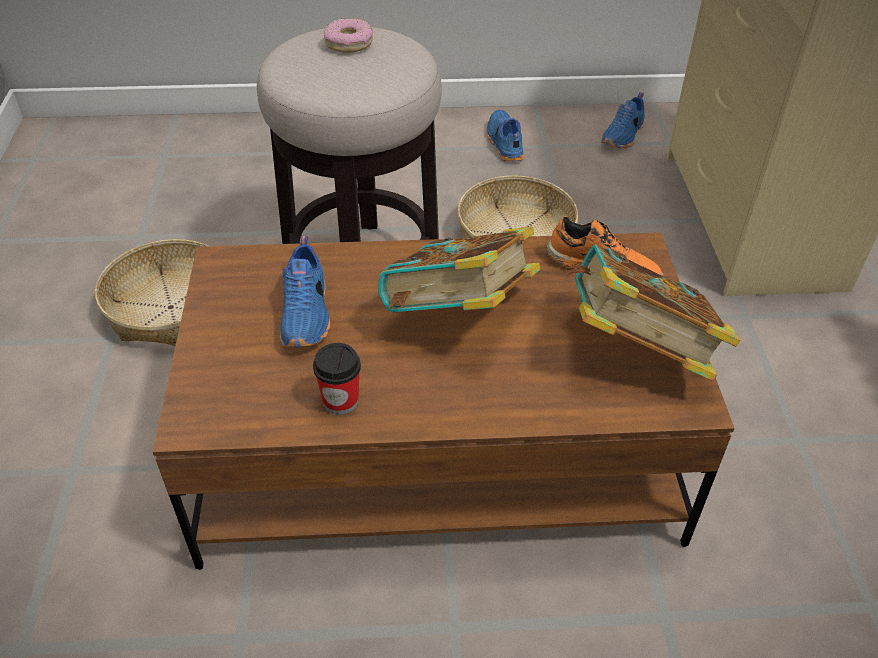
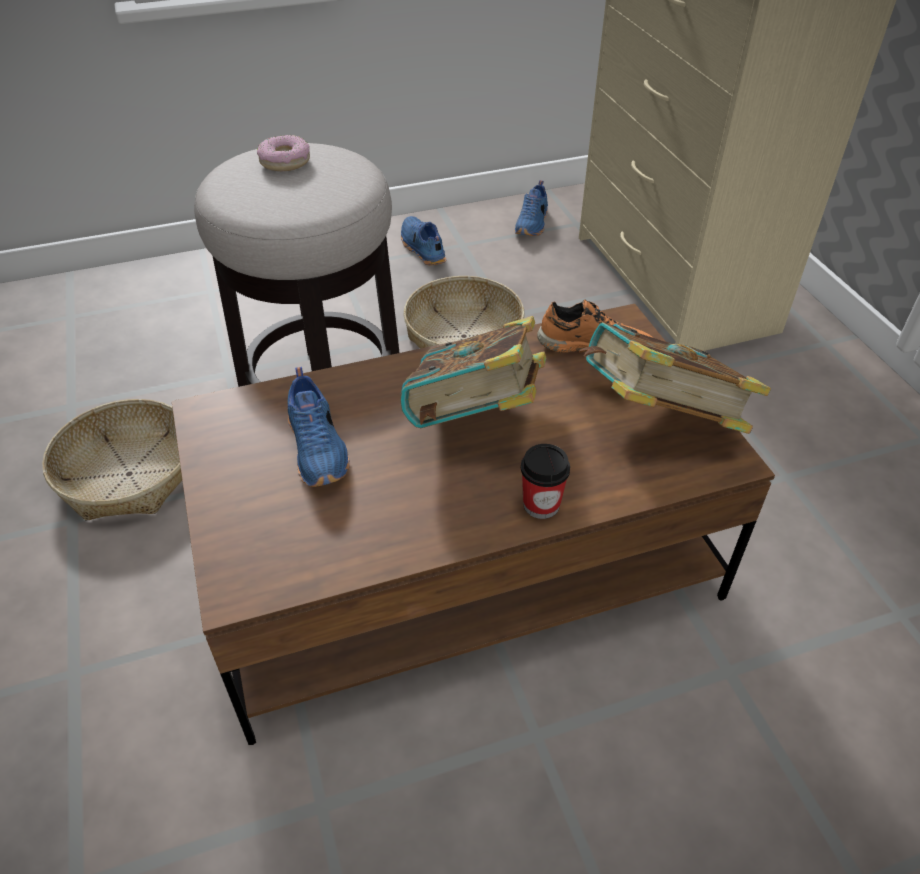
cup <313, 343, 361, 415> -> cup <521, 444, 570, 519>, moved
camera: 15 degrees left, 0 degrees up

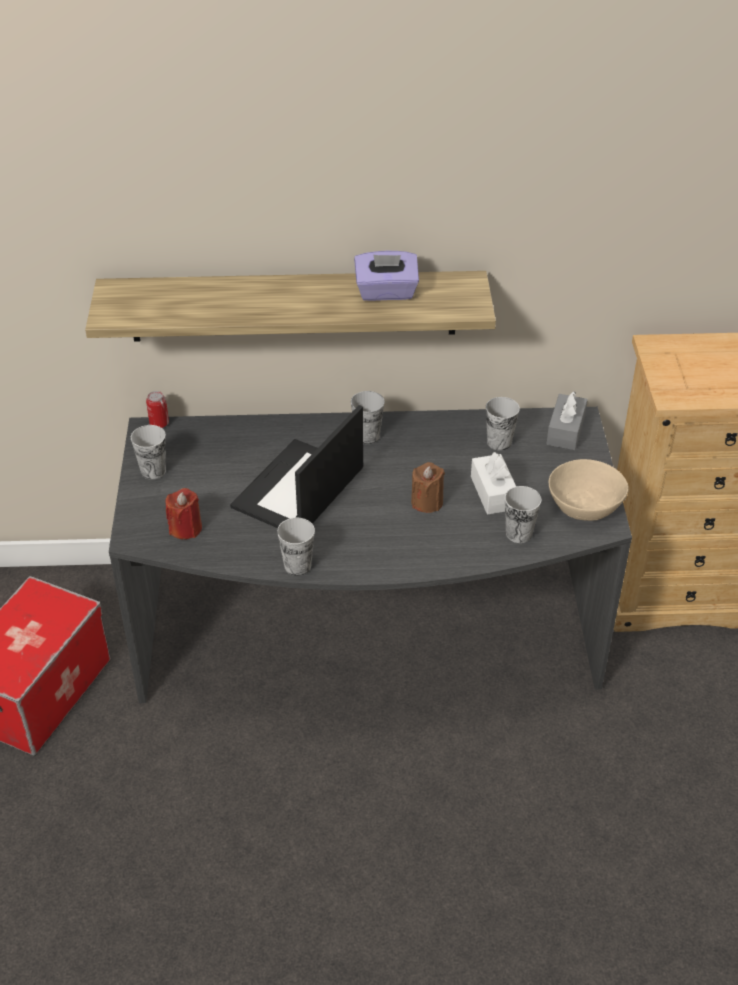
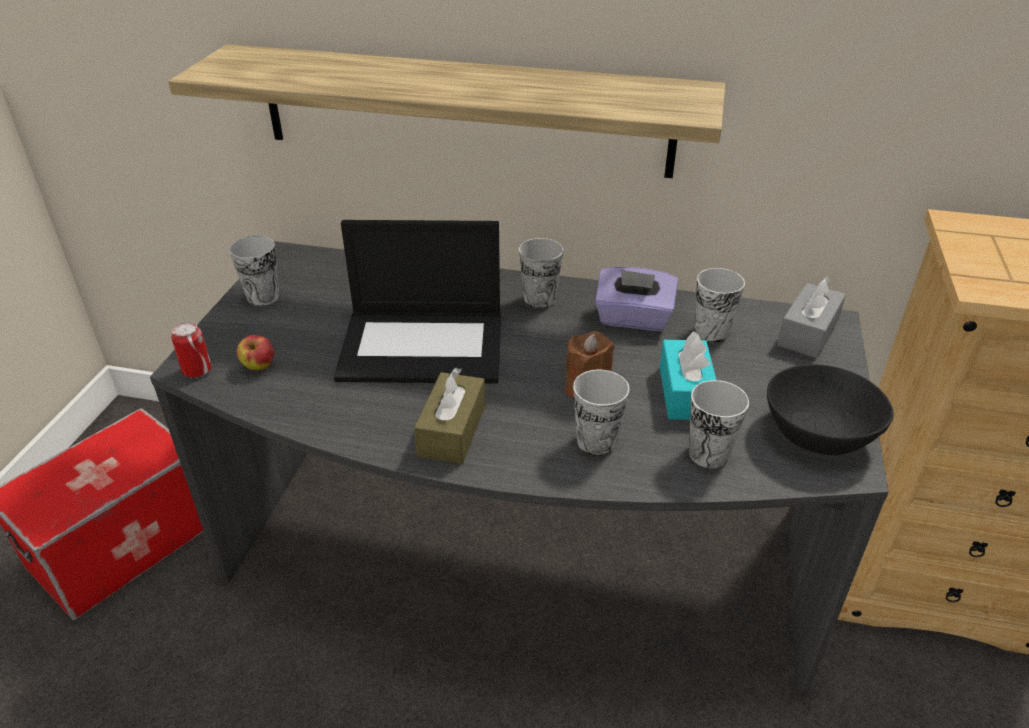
none -> brown tissue box <414, 367, 485, 464>
can <146, 391, 169, 428> -> can <171, 322, 212, 378>, moved
cup <277, 518, 315, 576> -> cup <573, 370, 630, 456>, moved
purple tissue box <354, 251, 419, 301> -> purple tissue box <595, 267, 678, 331>, moved
red candle <166, 488, 202, 539> -> apple <237, 335, 274, 370>
white tissue box <471, 452, 516, 514> -> turquoise tissue box <660, 331, 716, 420>
beige bowl <549, 459, 629, 521> -> black bowl <767, 364, 893, 455>
laptop <230, 405, 363, 528> -> laptop <334, 220, 501, 384>, 135 degrees counterclockwise
camera: 15 degrees right, 5 degrees down

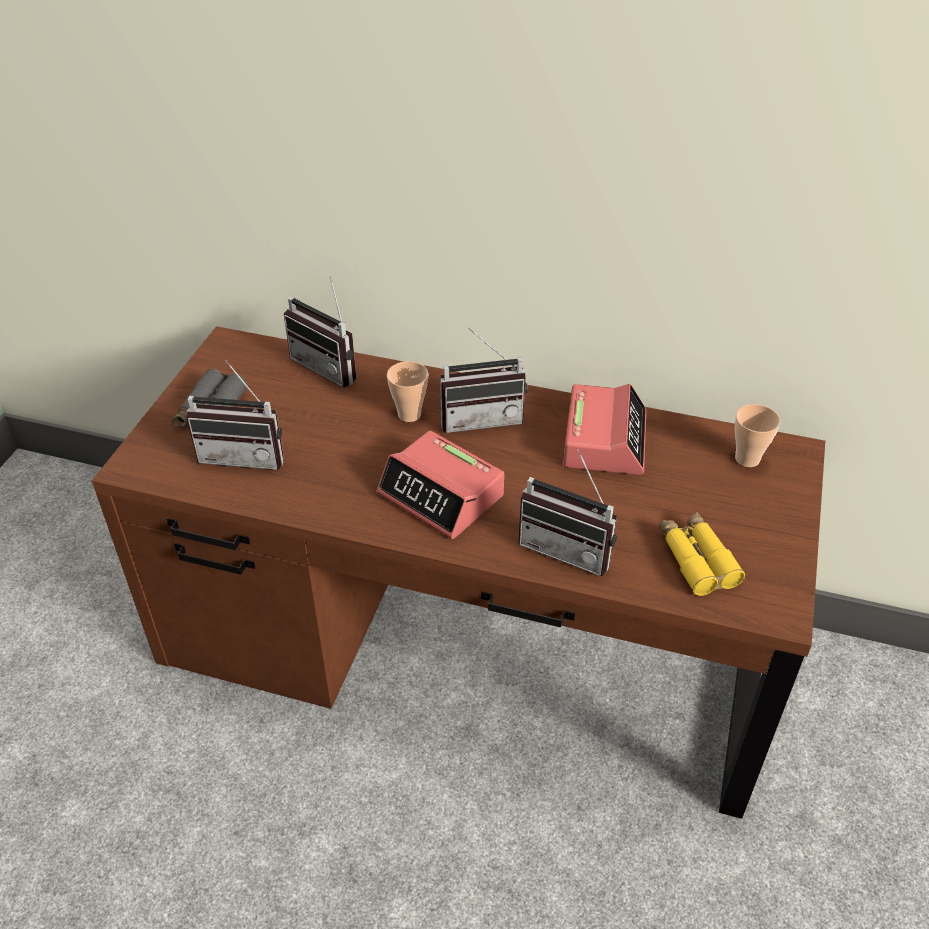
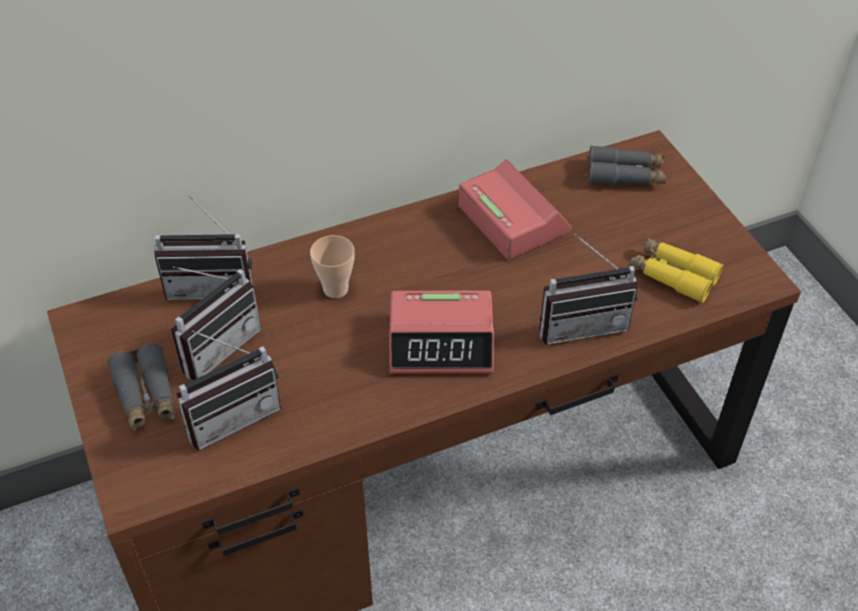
radio <440, 327, 528, 433> -> radio <171, 266, 261, 380>, moved
cup <735, 404, 781, 467> -> grey binoculars <588, 146, 667, 185>
camera: 40 degrees left, 5 degrees up

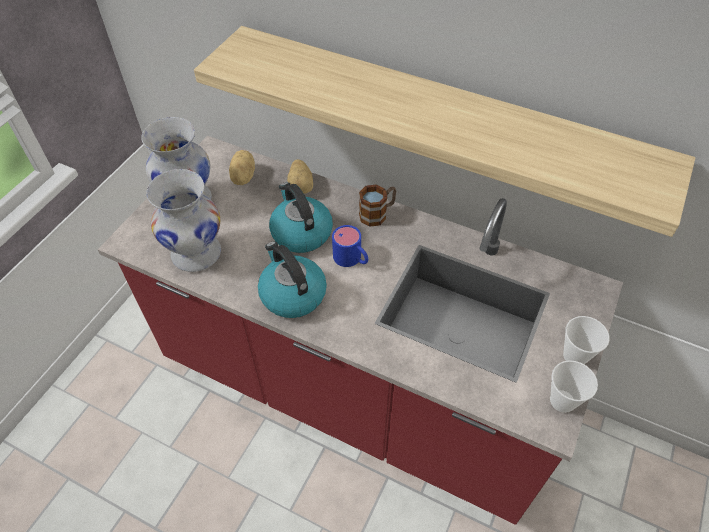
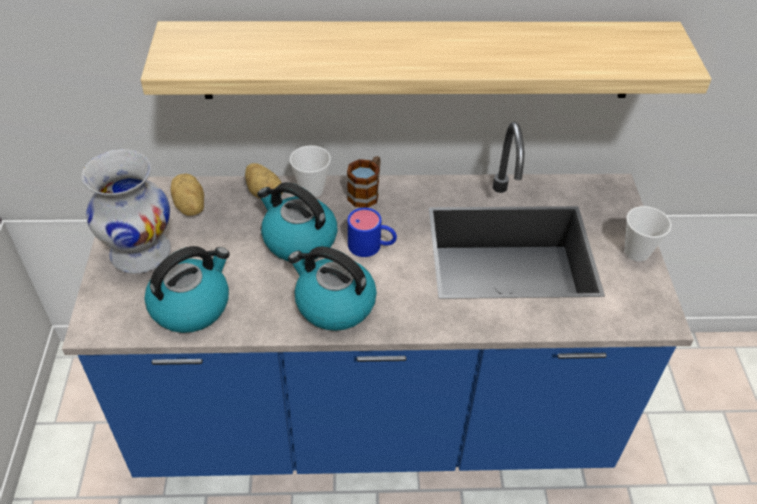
cup <550, 360, 598, 413> -> cup <290, 145, 331, 198>, moved
white vase <147, 169, 221, 272> -> kettle <145, 246, 230, 333>
red counter <98, 136, 623, 525> -> blue counter <62, 122, 694, 477>
camera: 30 degrees left, 5 degrees down

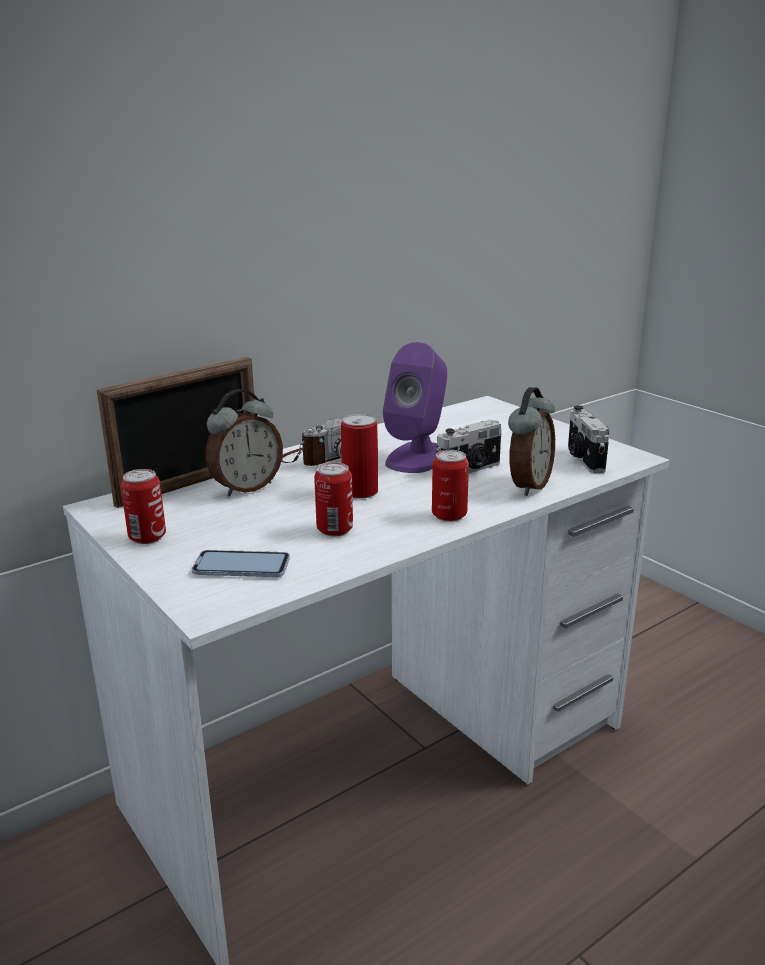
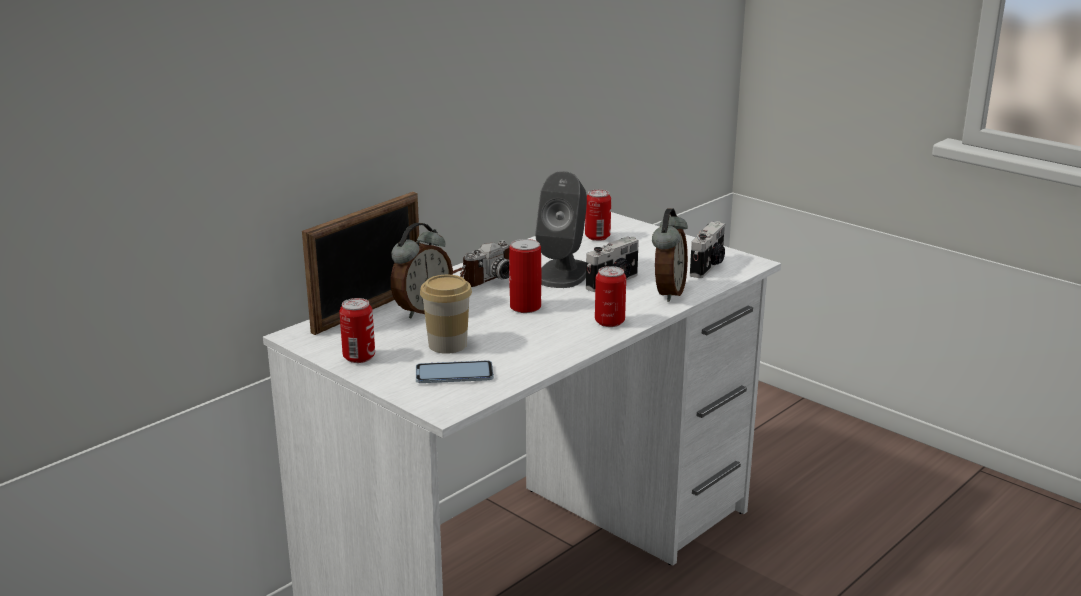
none -> cup <420, 275, 472, 354>
can <314, 462, 353, 536> -> can <585, 189, 611, 241>, moved
purple speaker <383, 342, 447, 473> -> grey speaker <535, 171, 587, 288>
photo camera <568, 405, 609, 473> -> photo camera <690, 221, 725, 278>, 135 degrees counterclockwise
camera: 10 degrees left, 0 degrees up

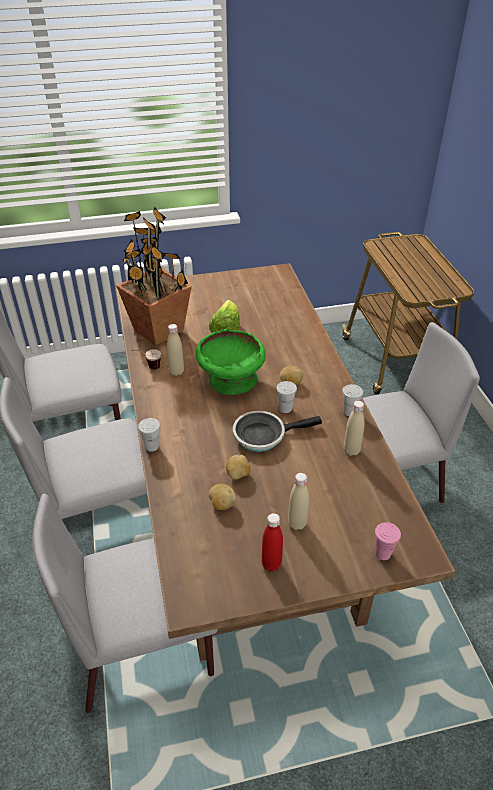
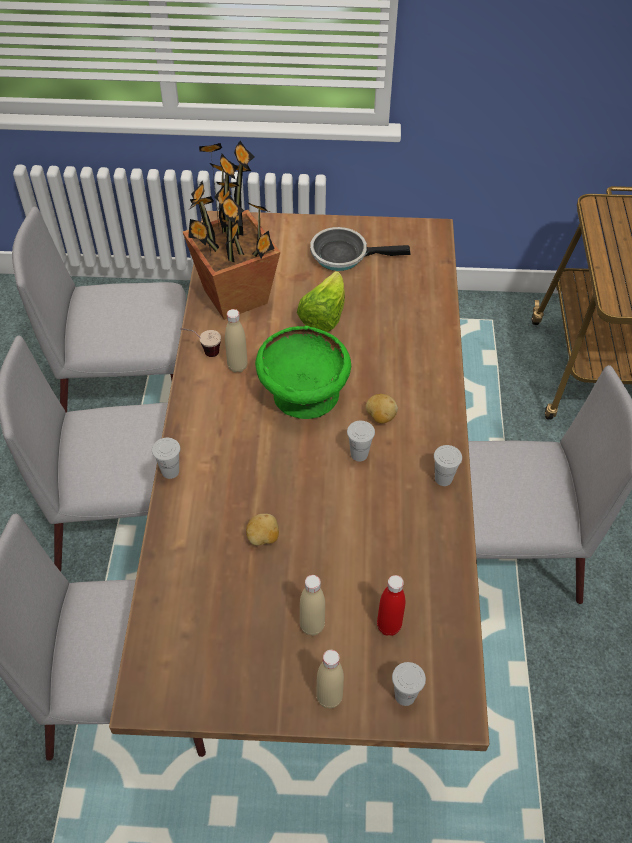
potato <209, 484, 236, 510> -> none
frying pan <233, 411, 322, 452> -> frying pan <310, 227, 410, 271>, moved
red bottle <262, 513, 283, 572> -> red bottle <377, 575, 405, 636>, moved
beige bottle <344, 401, 365, 456> -> beige bottle <316, 650, 344, 709>, moved
pink cup <375, 522, 401, 560> -> white cup <392, 662, 426, 706>
camera: 15 degrees right, 10 degrees up

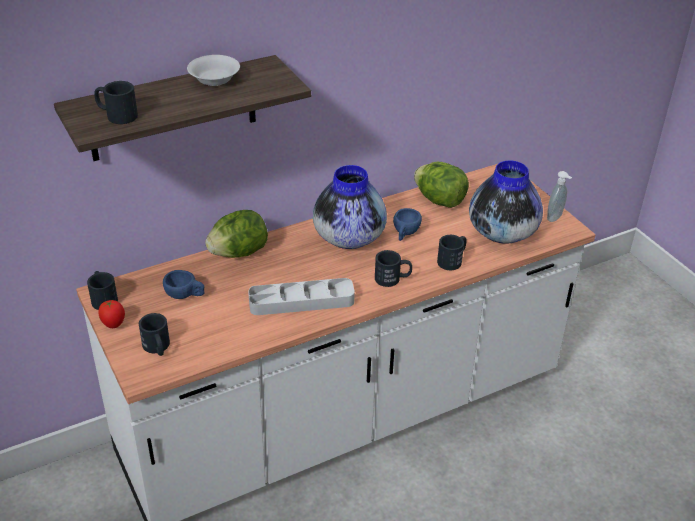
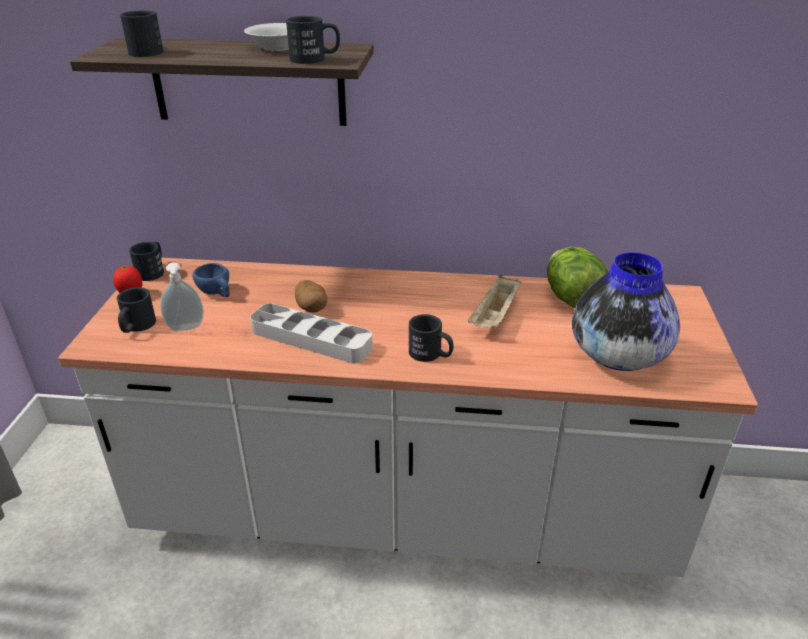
lettuce <205, 210, 268, 258> -> none
vase <313, 165, 387, 249> -> none
none -> potato <295, 280, 327, 313>
black mug <437, 235, 467, 270> -> black mug <286, 16, 340, 64>, moved
soap dispenser <547, 171, 572, 222> -> soap dispenser <160, 263, 204, 331>, moved
blue cup <393, 208, 422, 241> -> beige tray <468, 275, 521, 328>
camera: 35 degrees right, 5 degrees down

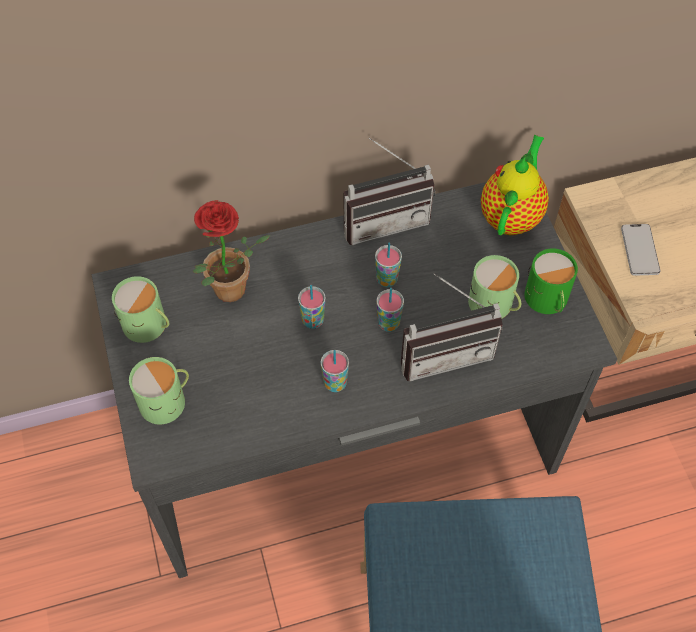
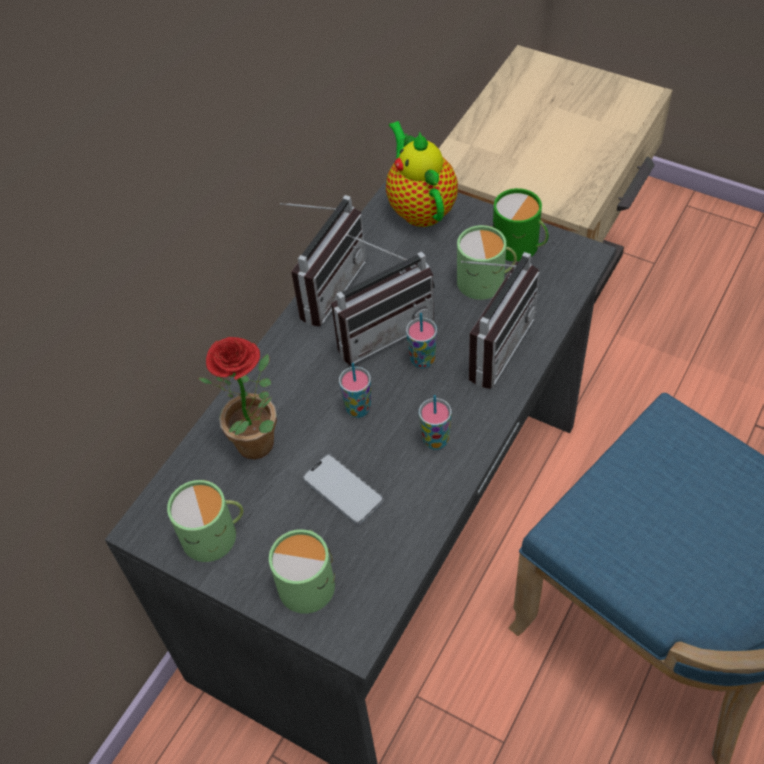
phone <621, 224, 661, 276> -> phone <303, 454, 384, 525>, moved
cup <375, 242, 402, 287> -> radio <331, 234, 435, 365>
camera: 40 degrees left, 5 degrees down

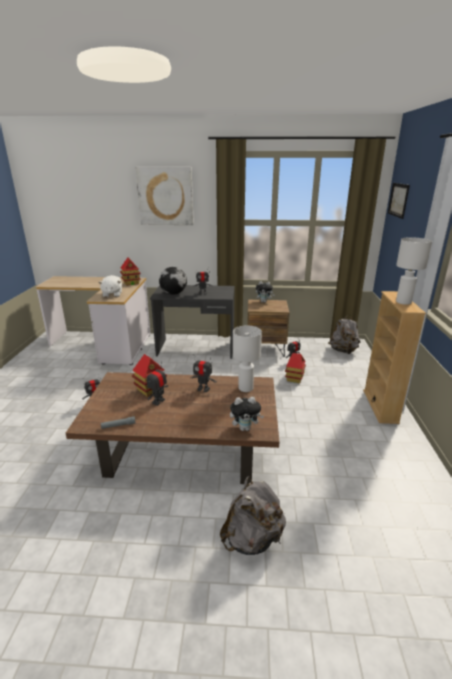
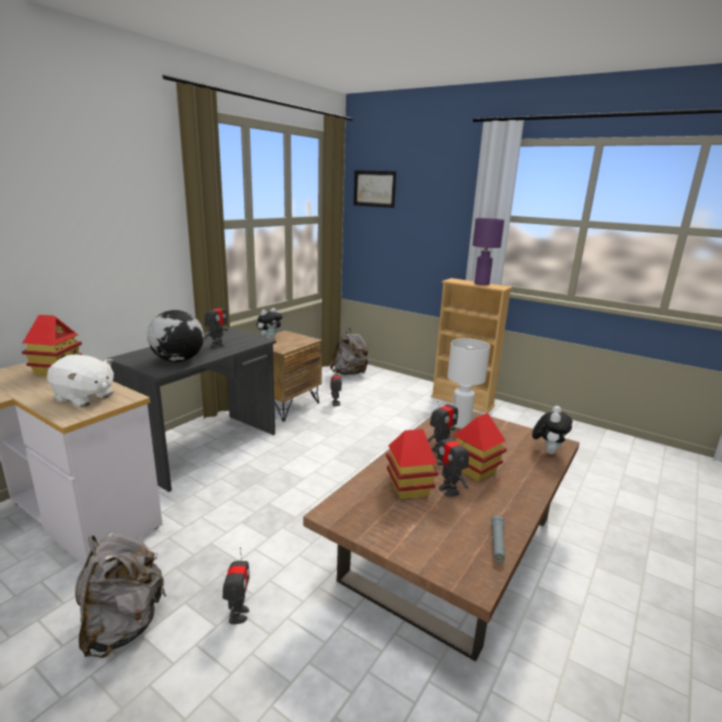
picture <136, 167, 194, 225> -> none
grey backpack <220, 476, 286, 555> -> grey backpack <75, 532, 167, 658>, moved
toy house <285, 353, 306, 383> -> toy house <453, 413, 507, 482>, moved
white table lamp <396, 237, 432, 305> -> purple table lamp <473, 218, 504, 285>
camera: 60 degrees left, 5 degrees down

